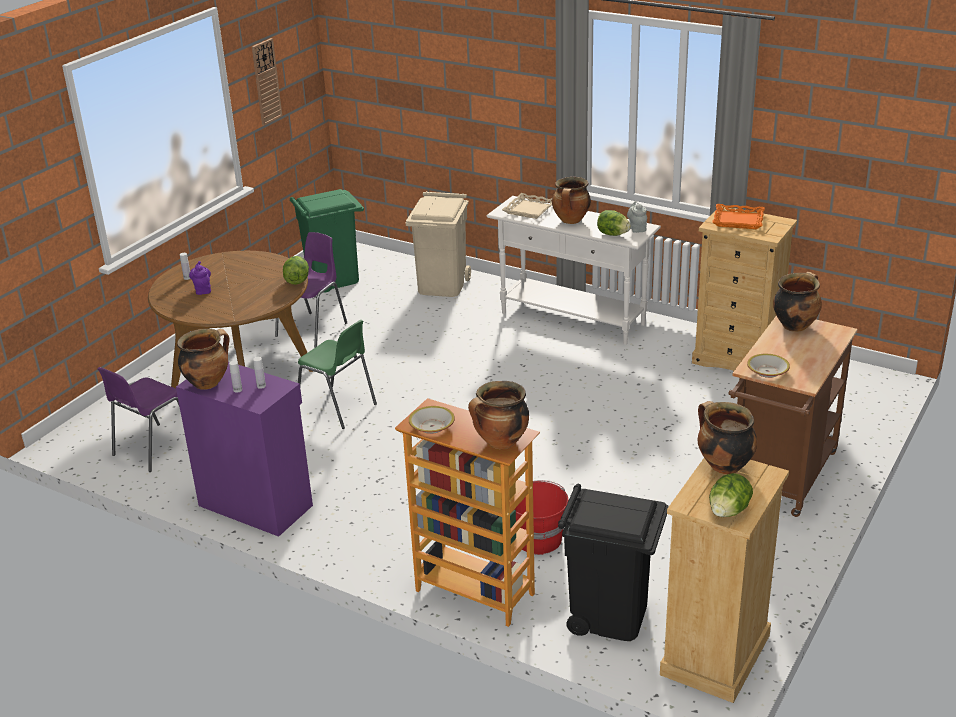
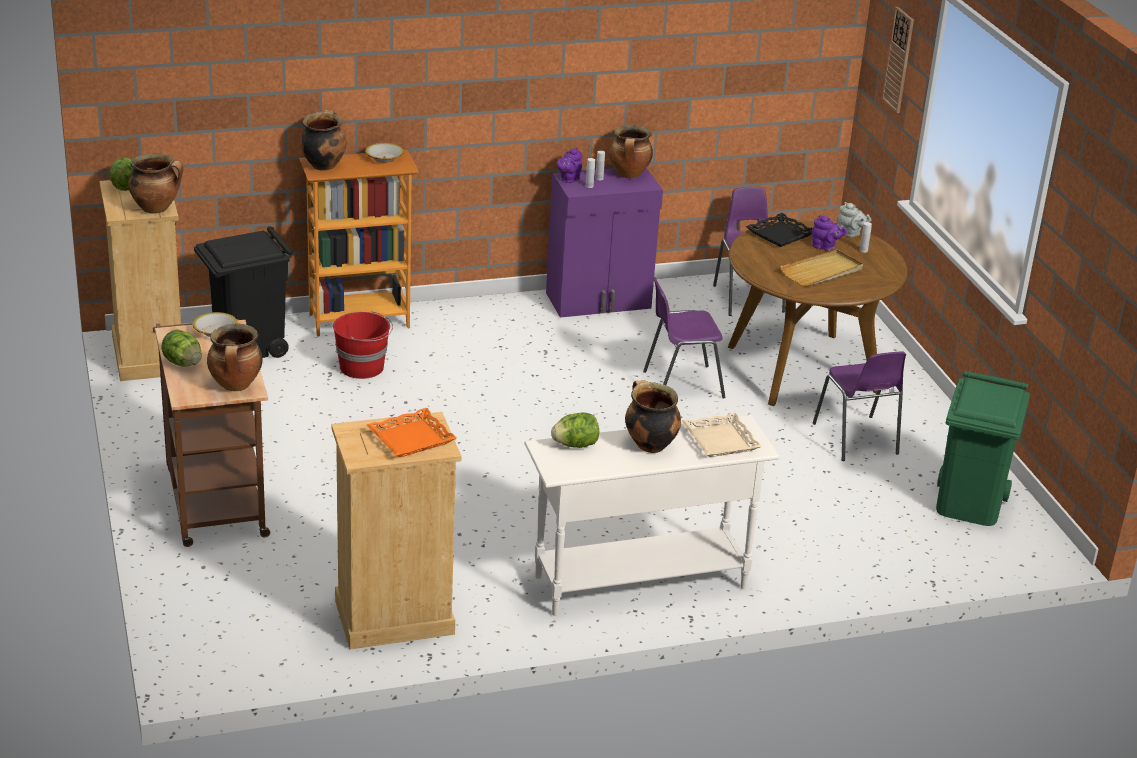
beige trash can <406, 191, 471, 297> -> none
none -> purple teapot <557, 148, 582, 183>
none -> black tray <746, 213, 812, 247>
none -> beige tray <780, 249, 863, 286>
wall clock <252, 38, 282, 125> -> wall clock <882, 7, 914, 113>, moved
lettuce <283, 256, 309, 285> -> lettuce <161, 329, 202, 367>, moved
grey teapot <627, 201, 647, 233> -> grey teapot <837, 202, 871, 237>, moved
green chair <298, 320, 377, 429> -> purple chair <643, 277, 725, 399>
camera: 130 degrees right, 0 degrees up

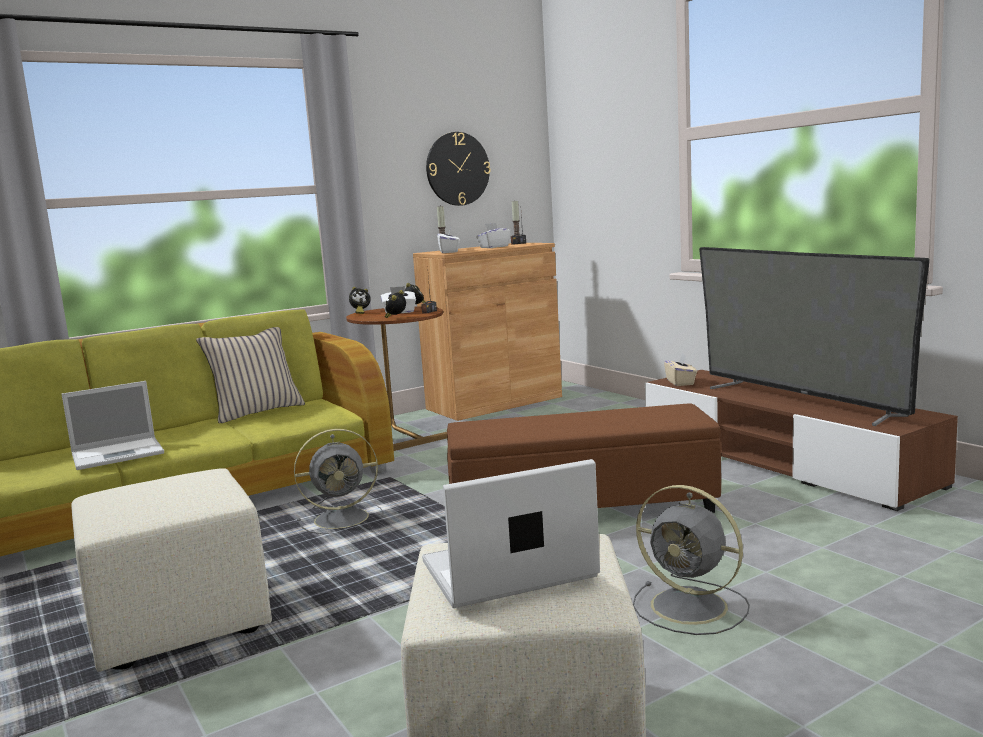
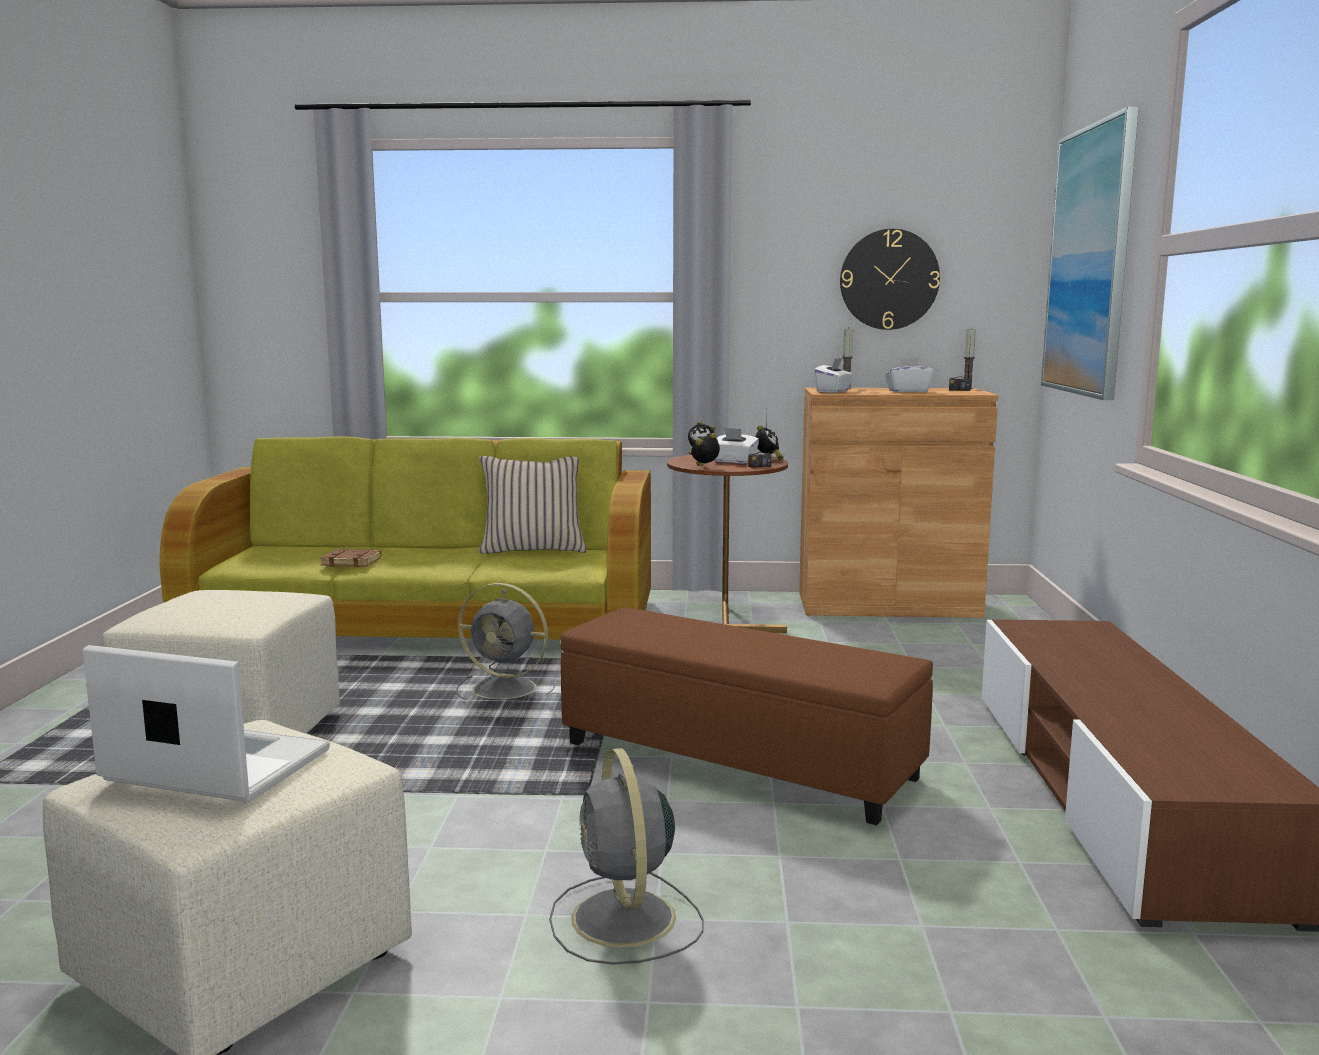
beige tissue box <664, 353, 697, 386> -> none
television <699, 247, 930, 426> -> none
none -> picture <1041, 106, 1139, 400>
laptop <62, 381, 164, 470> -> brown book <320, 549, 381, 567>
camera: 35 degrees right, 0 degrees up

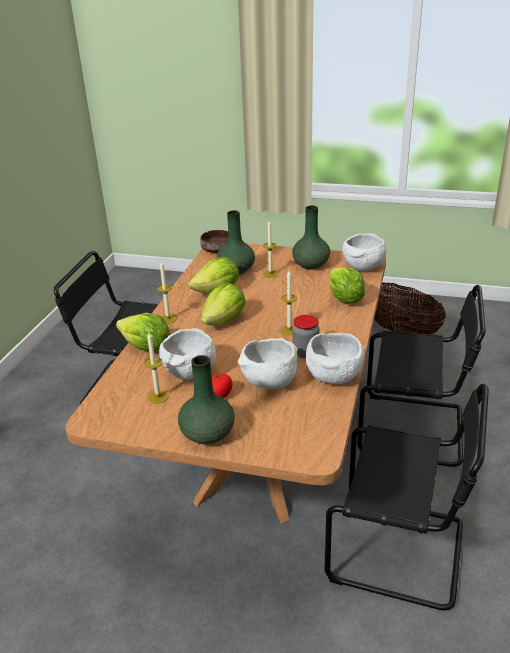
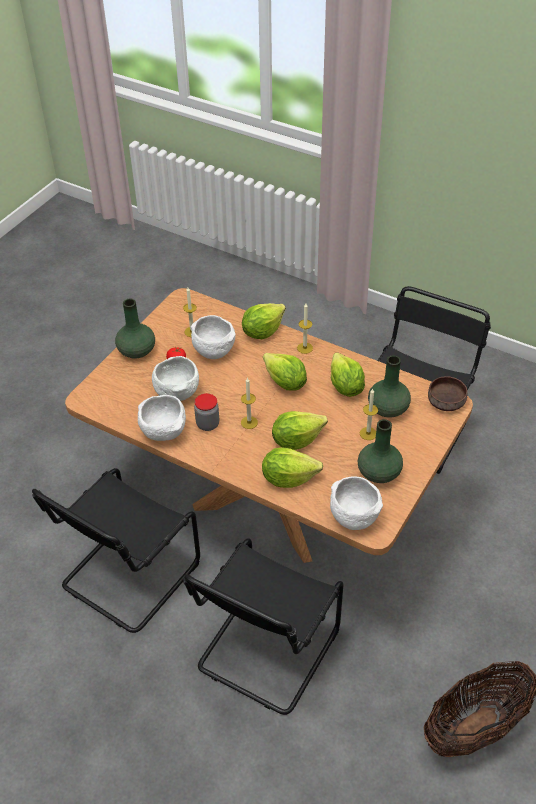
none -> lettuce <272, 411, 328, 450>
camera: 105 degrees right, 15 degrees up

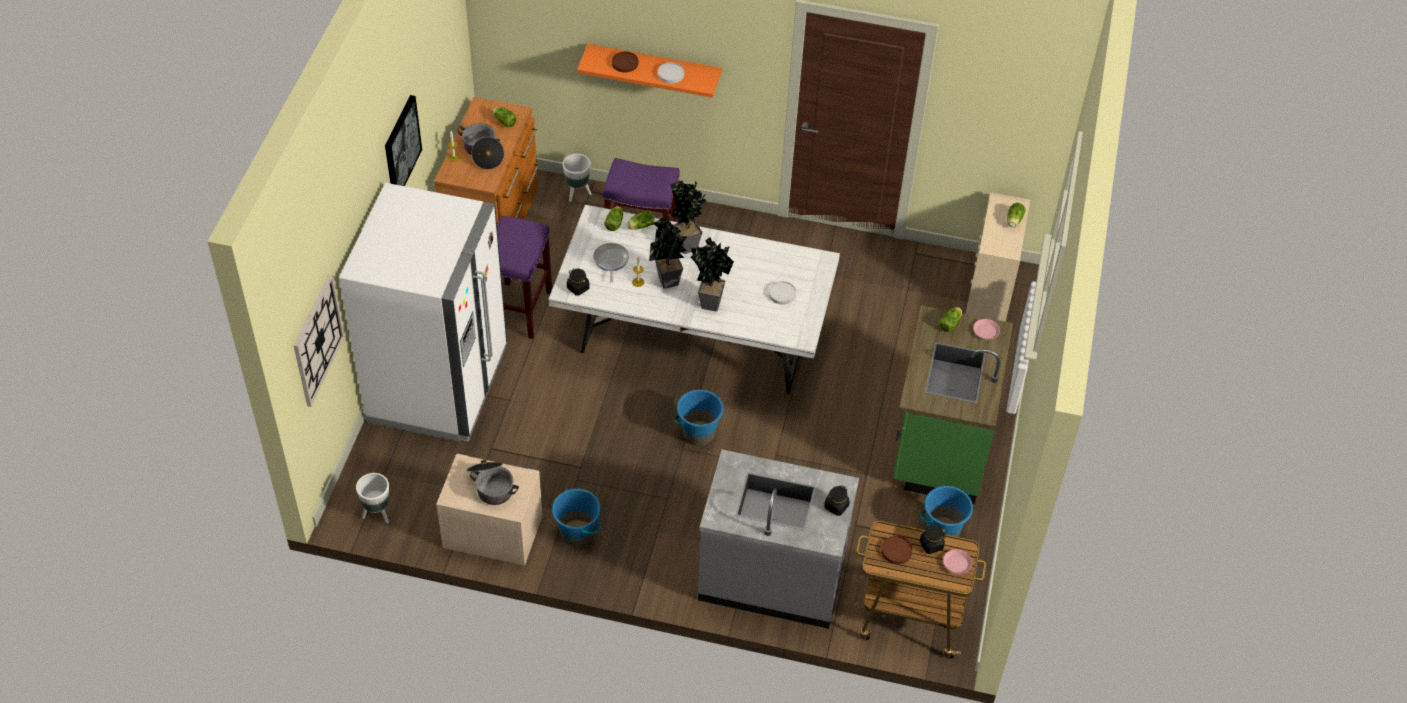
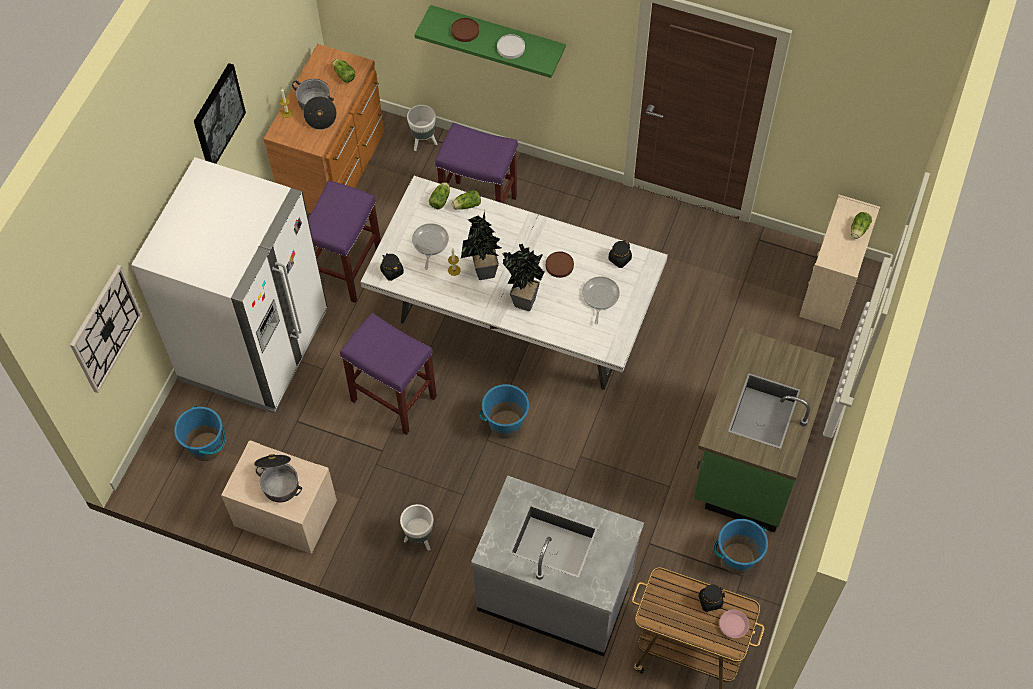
potted plant <670, 180, 706, 254> -> none
lettuce <939, 307, 962, 332> -> none
pink plate <973, 319, 1000, 339> -> none
none -> purple stool <340, 313, 437, 435>
white planter <356, 473, 389, 523> -> white planter <400, 504, 434, 551>, moved
blue bucket <552, 488, 601, 547> -> blue bucket <174, 406, 226, 461>, moved
black jar <824, 485, 850, 516> -> black jar <609, 240, 632, 268>, moved
brown plate <881, 536, 912, 564> -> brown plate <546, 251, 574, 278>, moved
white plate <769, 281, 796, 305> -> frying pan <582, 276, 620, 324>
orange shelf <577, 44, 722, 98> -> green shelf <414, 5, 566, 78>
camera: 10 degrees right, 10 degrees up

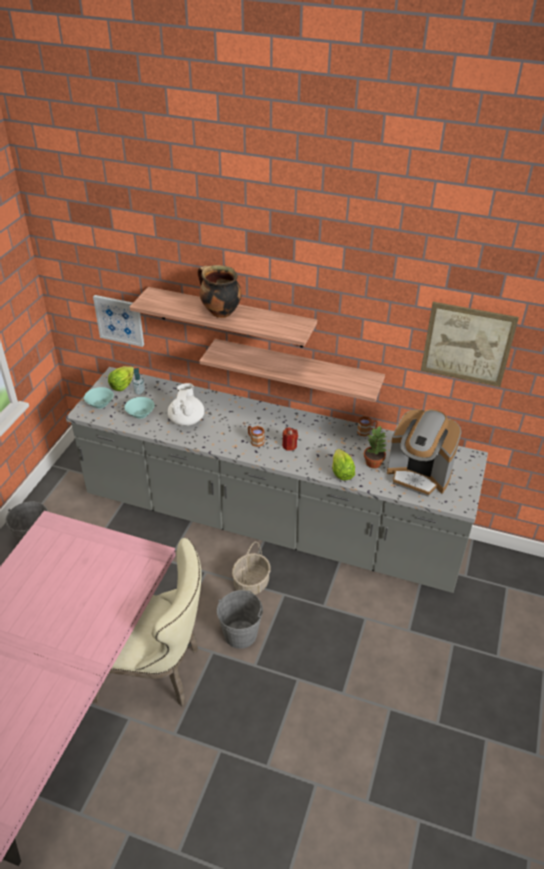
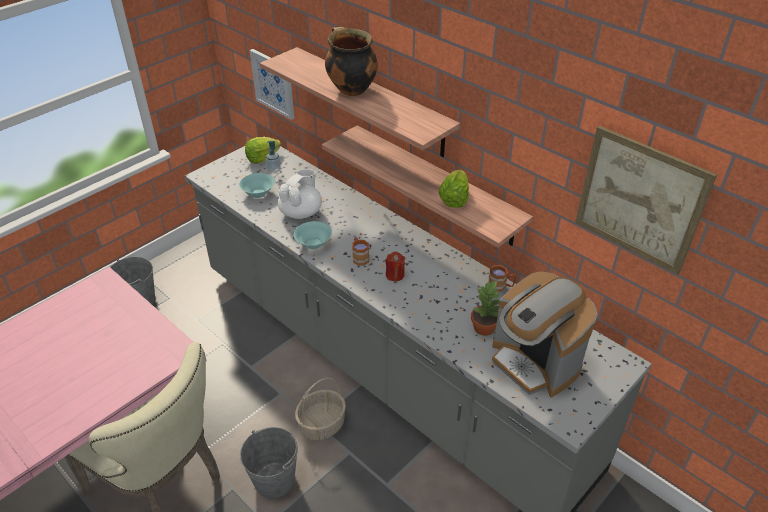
turquoise bowl <84, 387, 114, 409> -> turquoise bowl <294, 221, 332, 249>, moved
lettuce <332, 449, 355, 480> -> lettuce <438, 170, 469, 208>, moved
camera: 25 degrees right, 0 degrees up

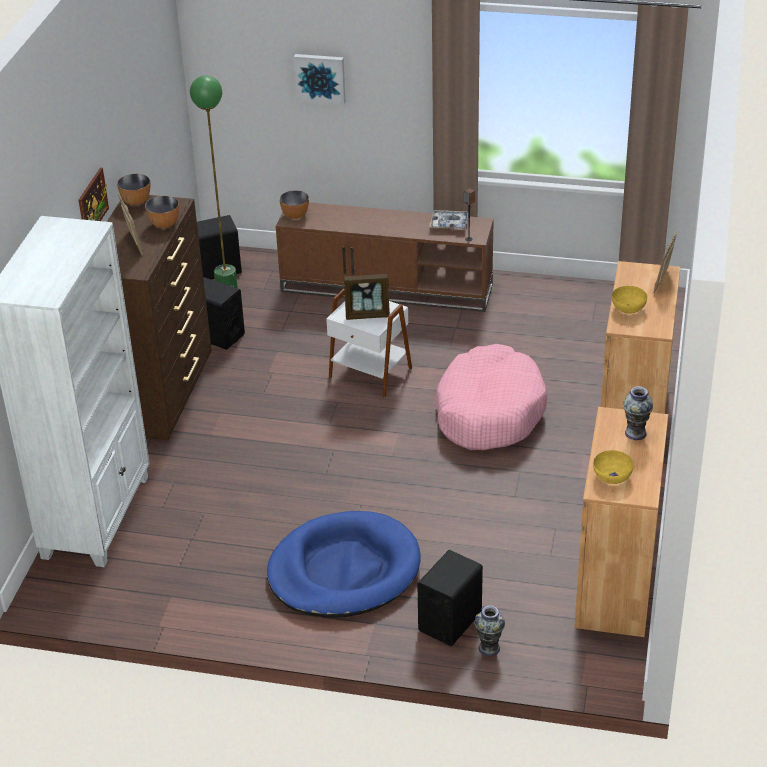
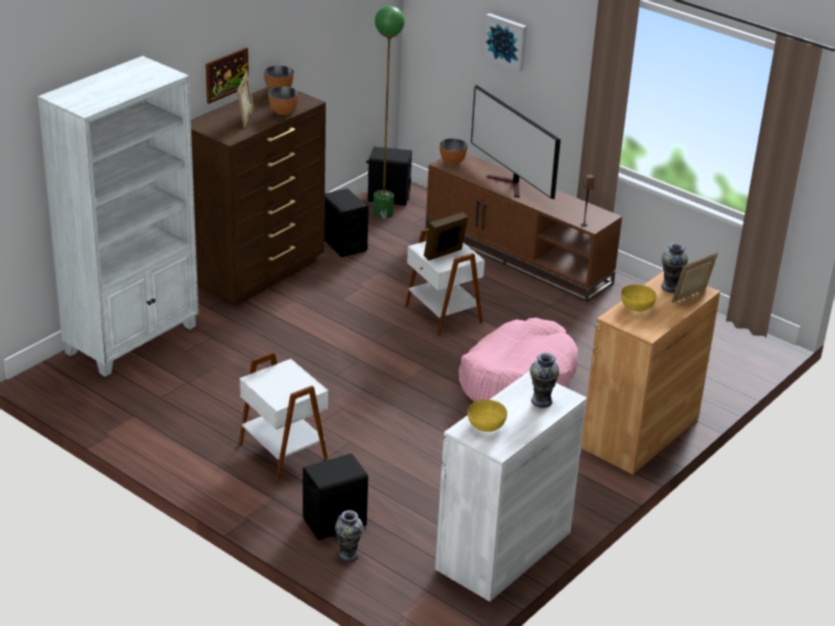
tray <429, 210, 468, 230> -> none
none -> television <471, 85, 561, 199>
none -> vase <661, 243, 688, 293>
blue dog bed <267, 511, 421, 618> -> white side table <239, 352, 328, 481>
brown cabinet <574, 407, 668, 637> -> white cabinet <435, 371, 587, 602>
picture frame <344, 274, 390, 320> -> picture frame <424, 212, 468, 260>, 120 degrees clockwise
camera: 25 degrees right, 5 degrees down

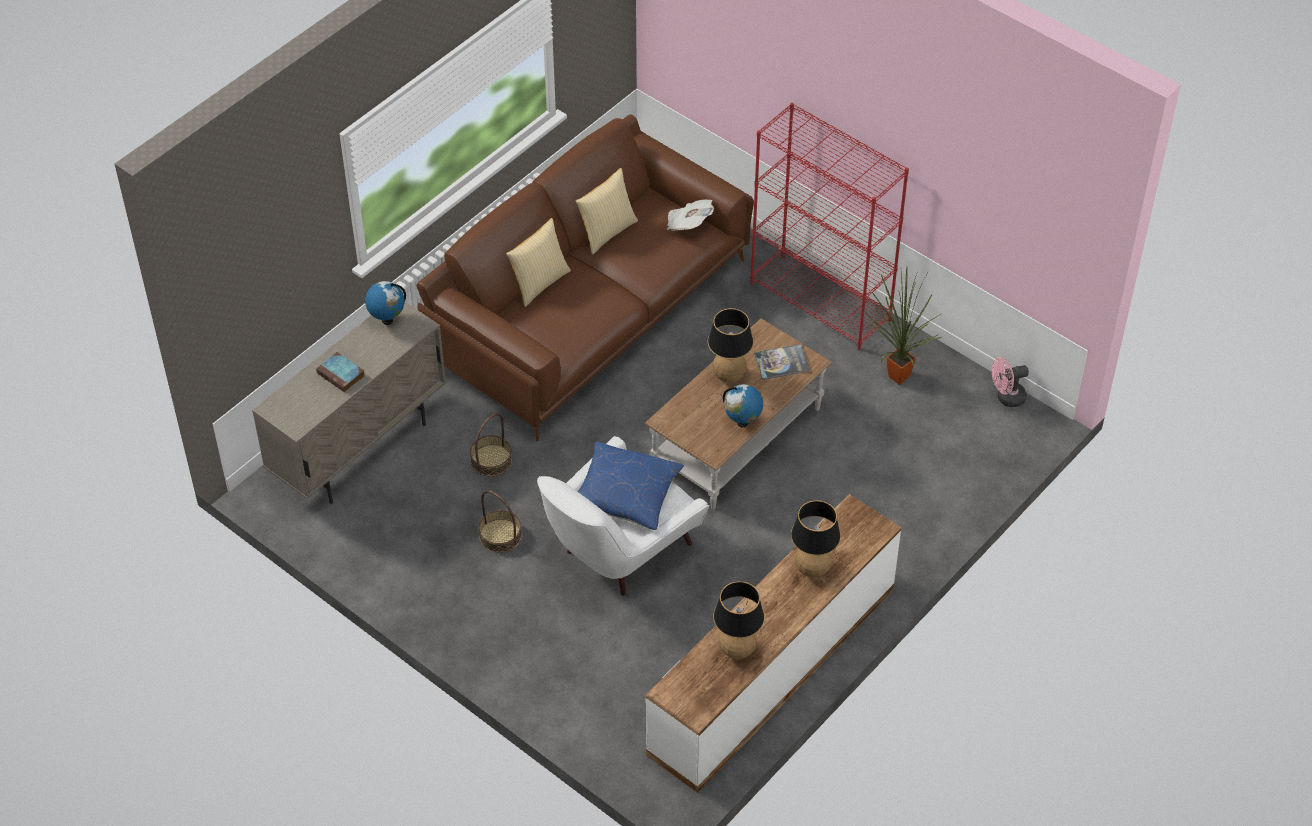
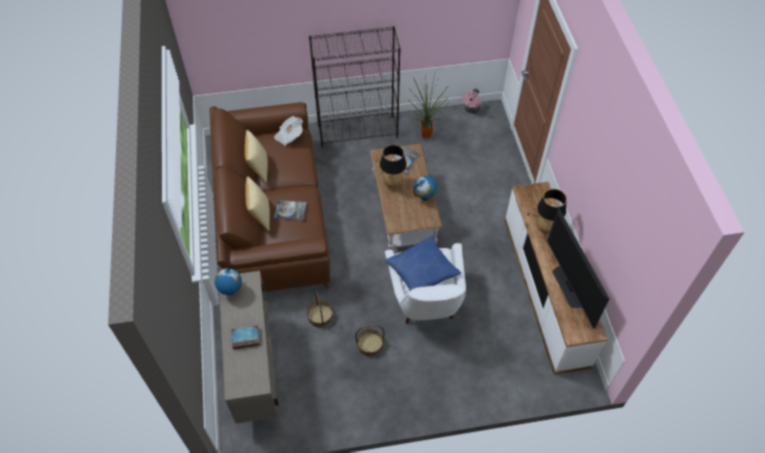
none -> book <274, 200, 307, 220>
table lamp <713, 581, 785, 660> -> television <547, 208, 610, 329>
red bookcase <750, 103, 909, 350> -> black bookcase <309, 26, 401, 147>
camera: 50 degrees left, 5 degrees up

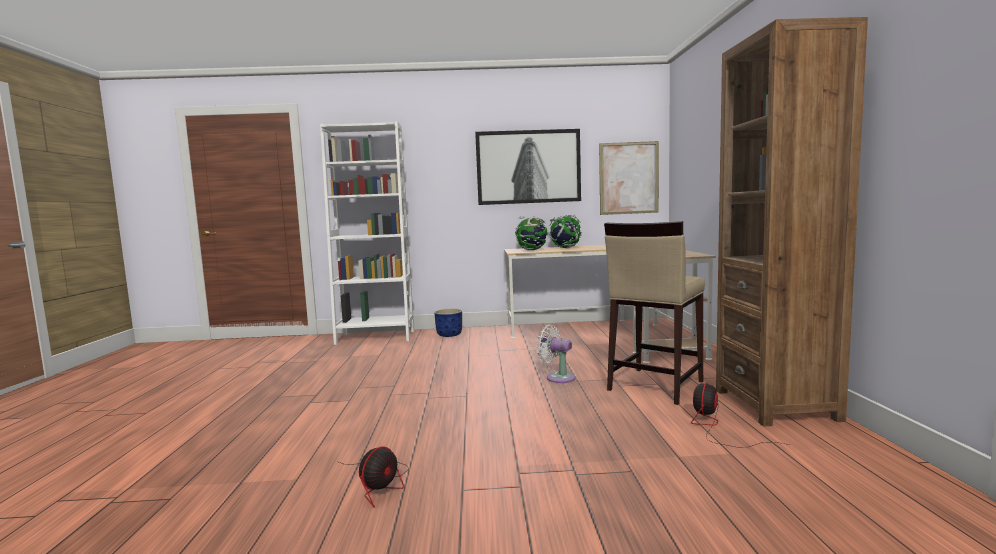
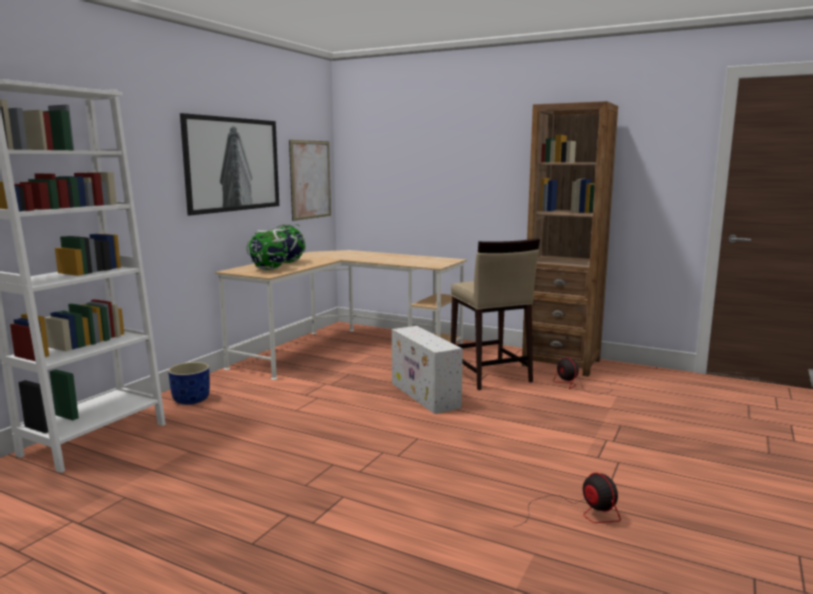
white fan <537, 325, 576, 383> -> white storage box <392, 326, 463, 414>
camera: 60 degrees left, 5 degrees up

